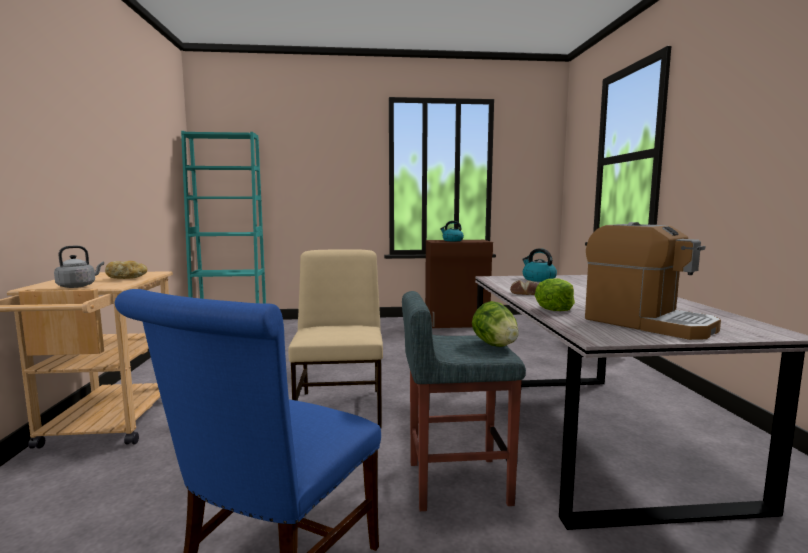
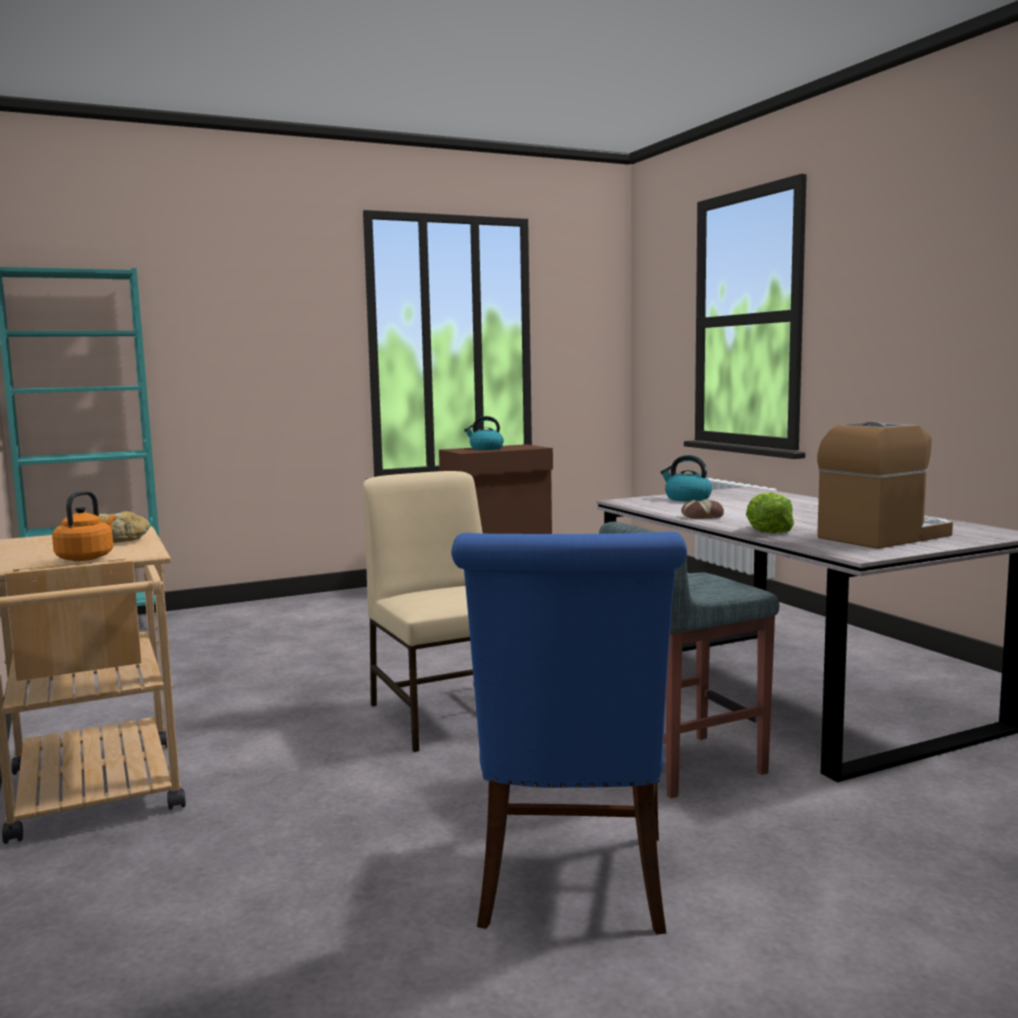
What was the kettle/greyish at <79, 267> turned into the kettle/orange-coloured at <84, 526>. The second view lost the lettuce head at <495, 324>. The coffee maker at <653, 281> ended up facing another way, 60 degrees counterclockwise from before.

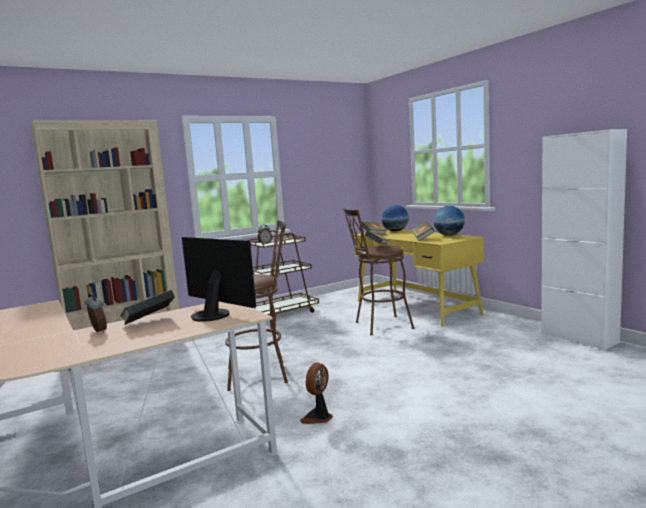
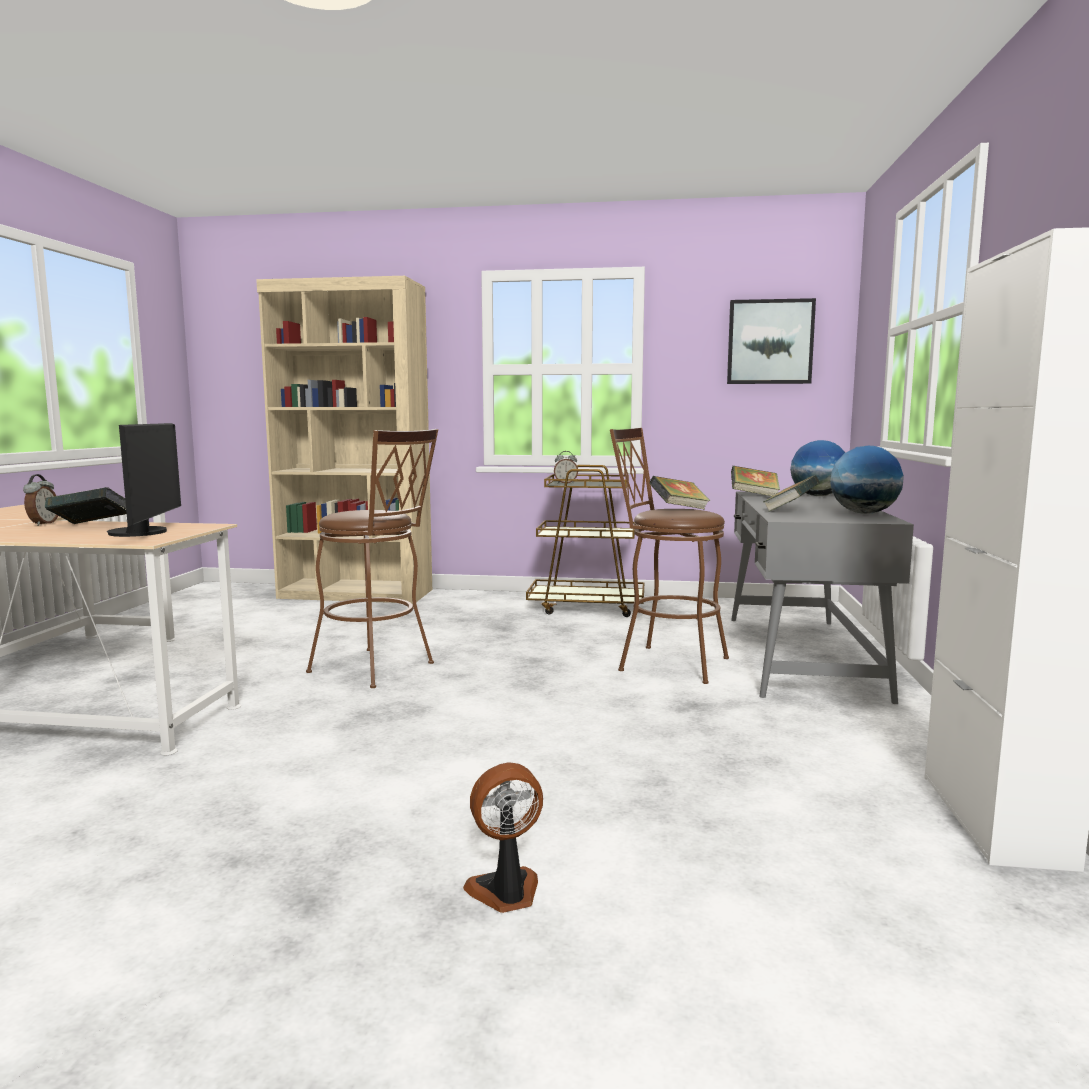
The fan ended up elsewhere, having gone from <316, 393> to <503, 838>. What was the desk unit/yellow-coloured at <419, 278> turned into the desk unit/greyish at <822, 597>. The second view gained the picture at <771, 341>.

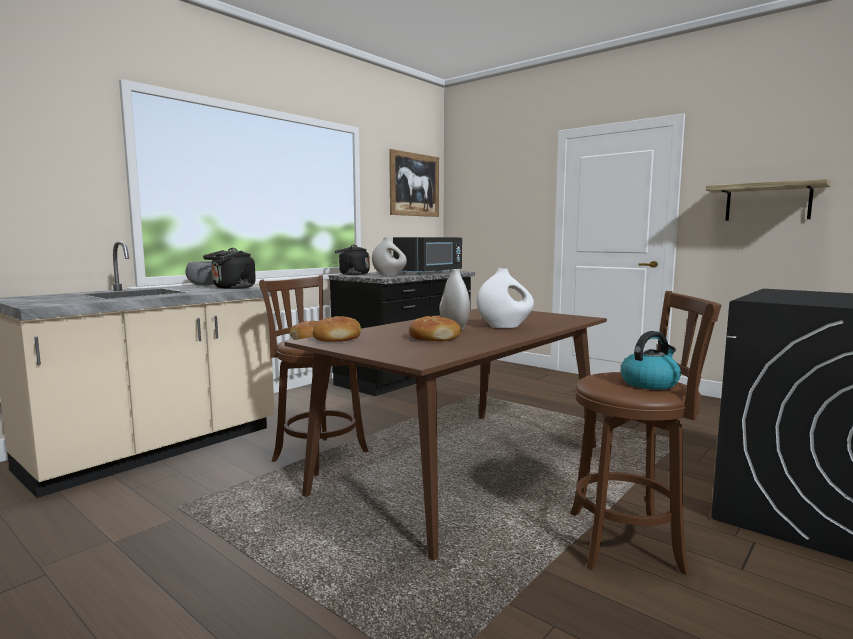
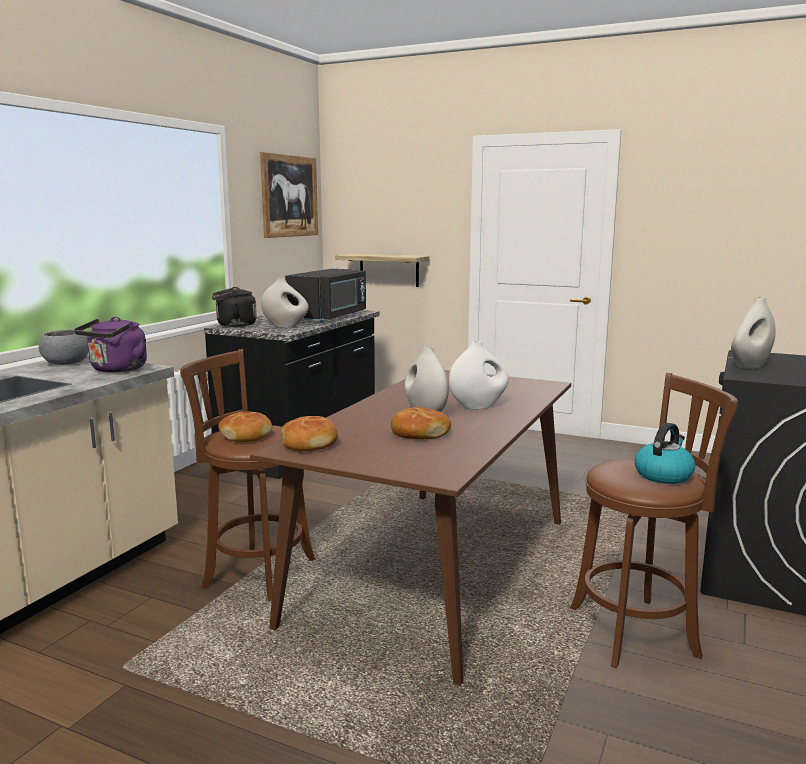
What was the kettle/black-coloured at <229, 268> turned into the kettle/purplish at <110, 345>. The shelf ended up elsewhere, having gone from <768, 200> to <382, 270>. The second view gained the flower vase/white-coloured at <753, 333>.

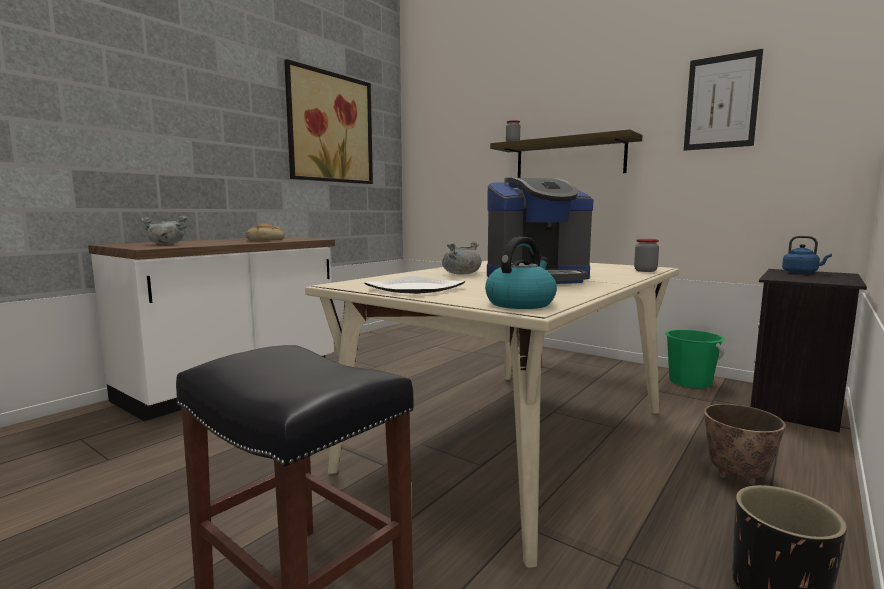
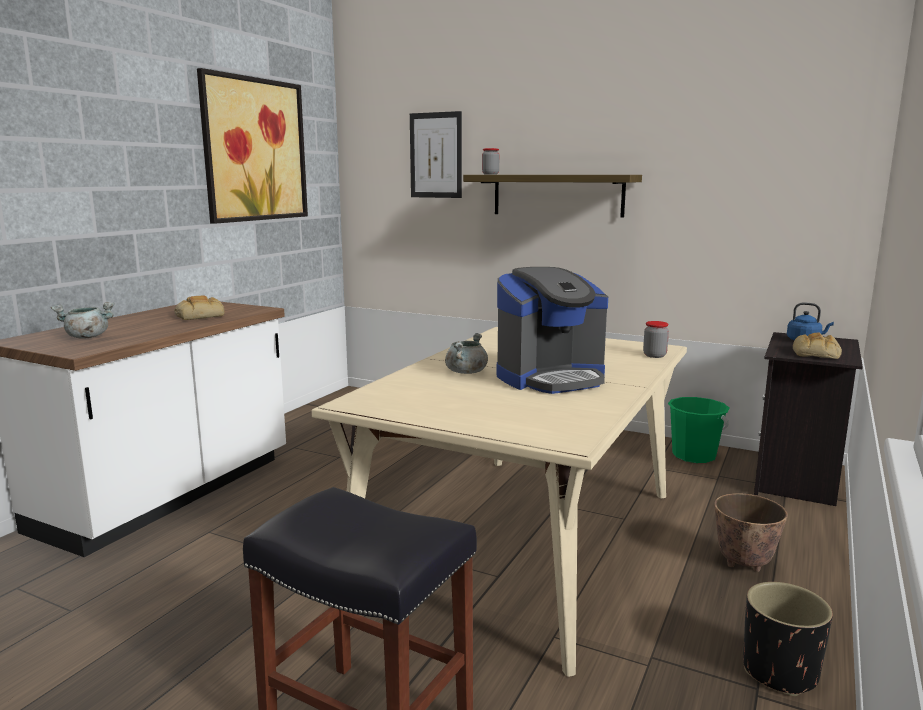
The second view lost the dinner plate at <414, 284>. The second view lost the kettle at <521, 273>. The picture ended up elsewhere, having gone from <723, 100> to <436, 154>. The second view gained the bread at <817, 346>.

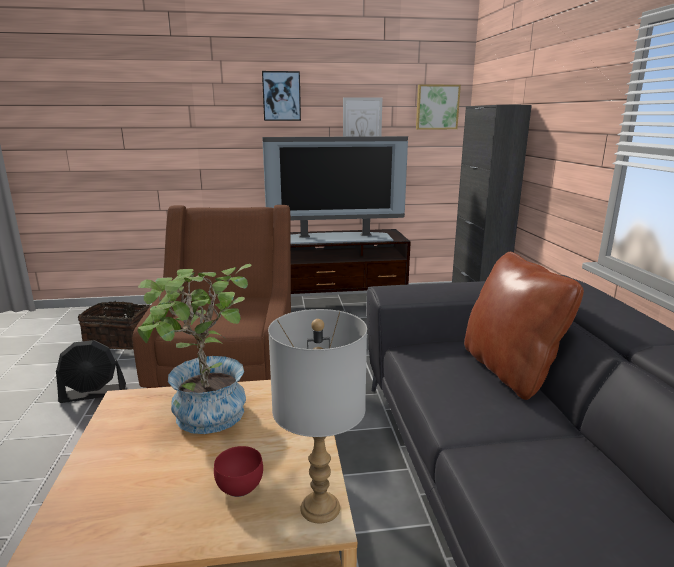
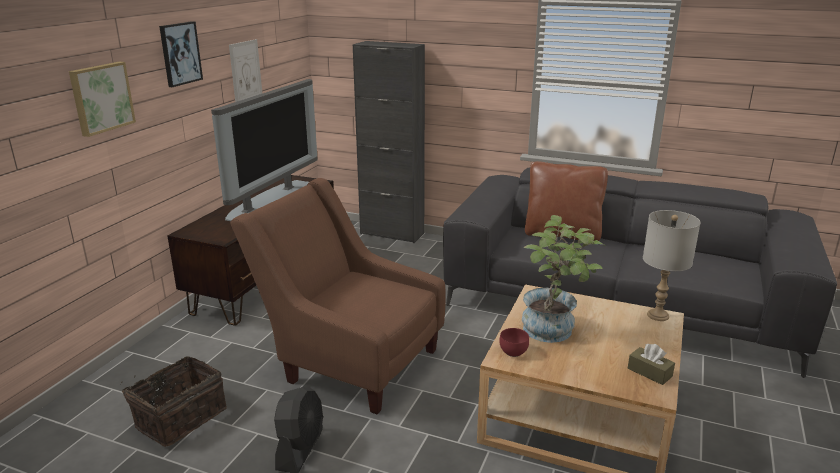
The deep dish/red ended up elsewhere, having gone from <238, 471> to <514, 342>. The picture ended up elsewhere, having gone from <438, 106> to <102, 99>. The second view gained the box of tissues/brown-coloured at <651, 364>.

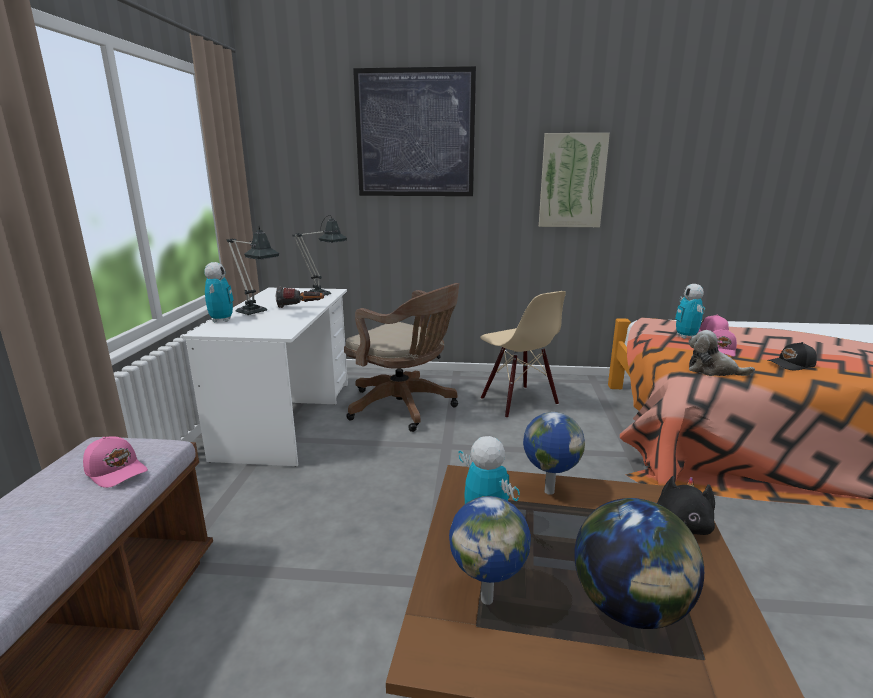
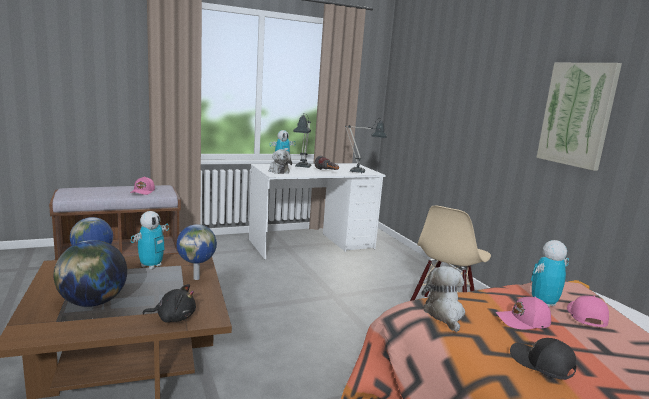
The second view lost the desk chair/brown-coloured at <402, 357>. The second view lost the picture at <414, 131>. The second view gained the plush toy at <280, 161>.

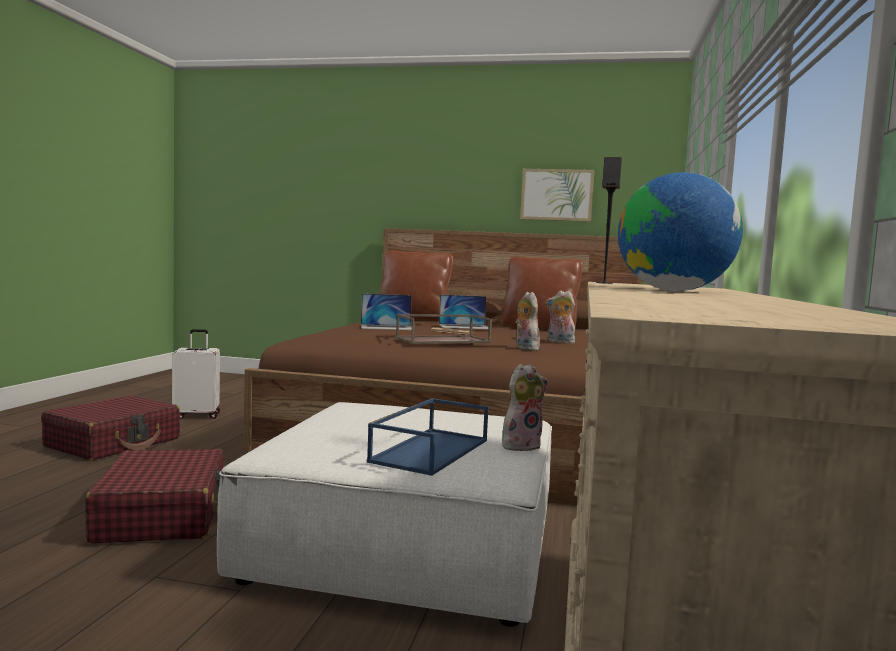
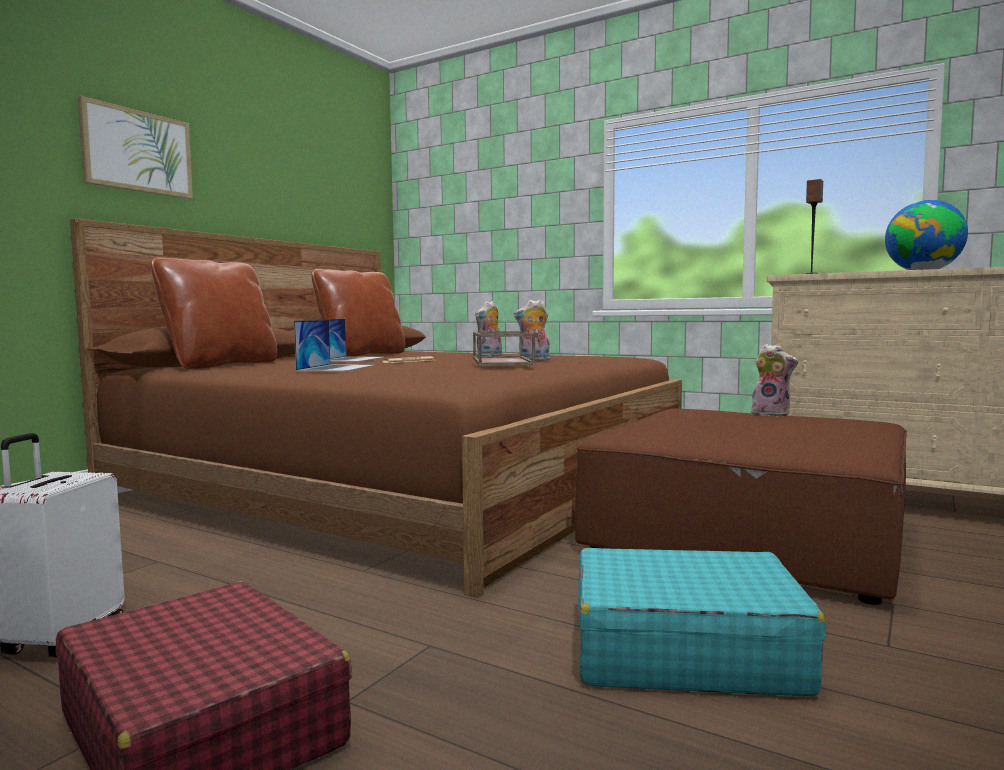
What was the piece of luggage/red at <154, 496> turned into the piece of luggage/turquoise-coloured at <702, 622>. What was the footrest/white-coloured at <384, 514> turned into the footrest/brown-coloured at <741, 507>. The second view lost the carrying tray/bluish at <427, 437>. The plush toy at <525, 407> ended up facing another way, 135 degrees clockwise from before. The picture ended up elsewhere, having gone from <557, 195> to <135, 147>.

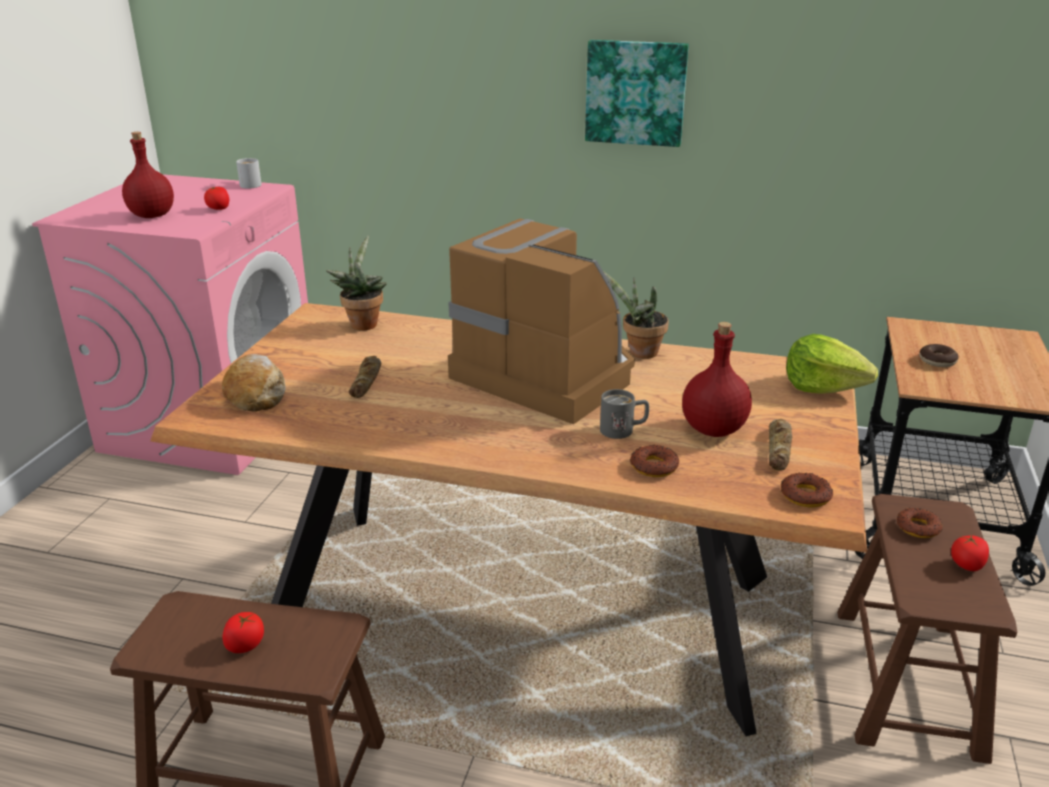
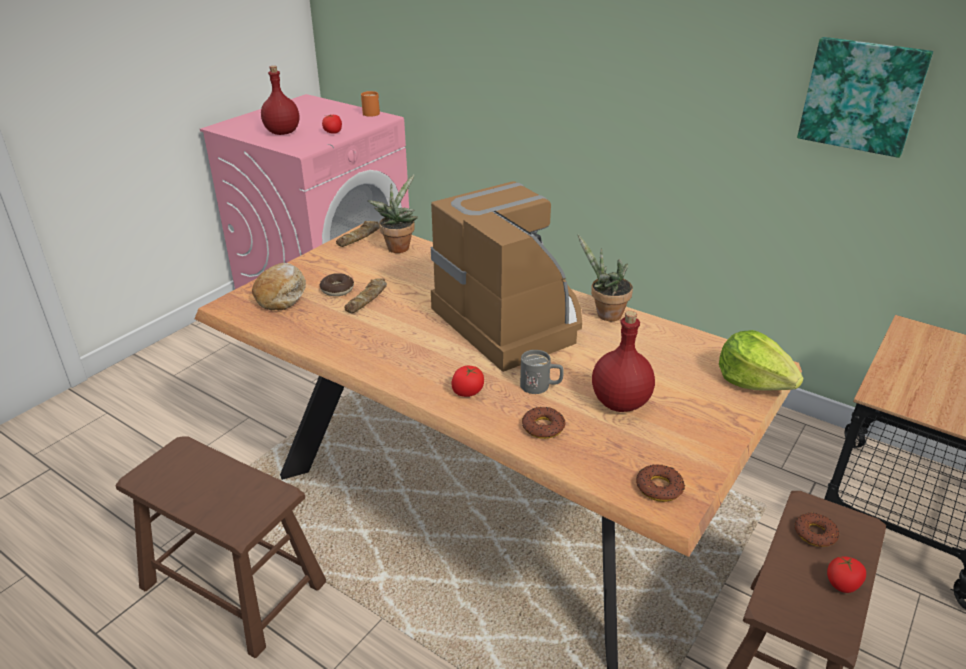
The whole tomato ended up elsewhere, having gone from <243, 632> to <468, 381>. What was the mug/white-coloured at <249, 173> turned into the mug/orange-coloured at <370, 104>. The picture ended up elsewhere, having gone from <637, 93> to <865, 97>. The bread ended up elsewhere, having gone from <780, 445> to <357, 234>. The ring doughnut ended up elsewhere, having gone from <939, 355> to <337, 284>.

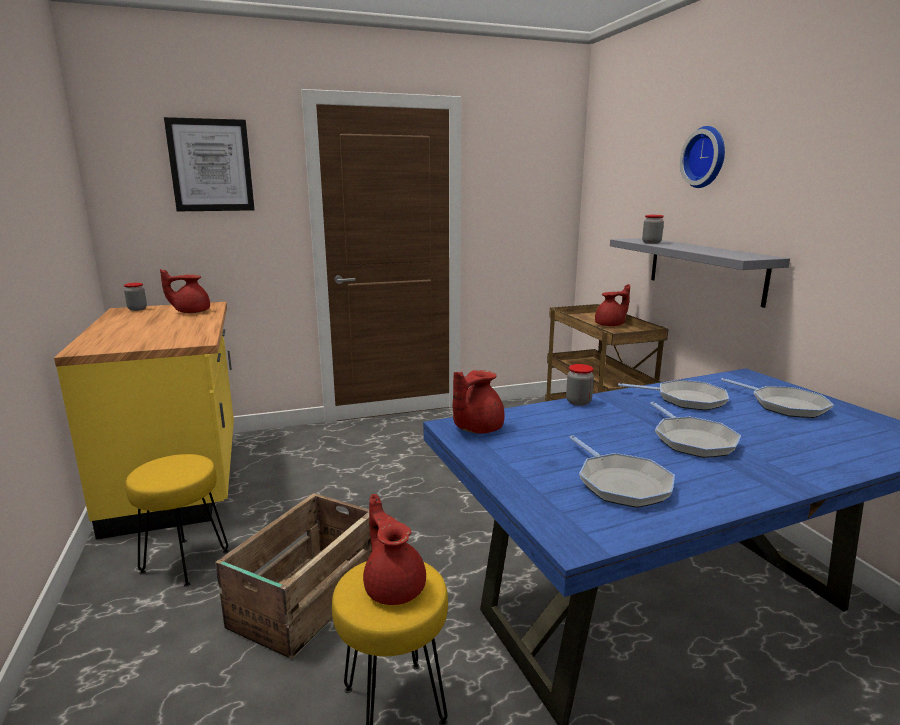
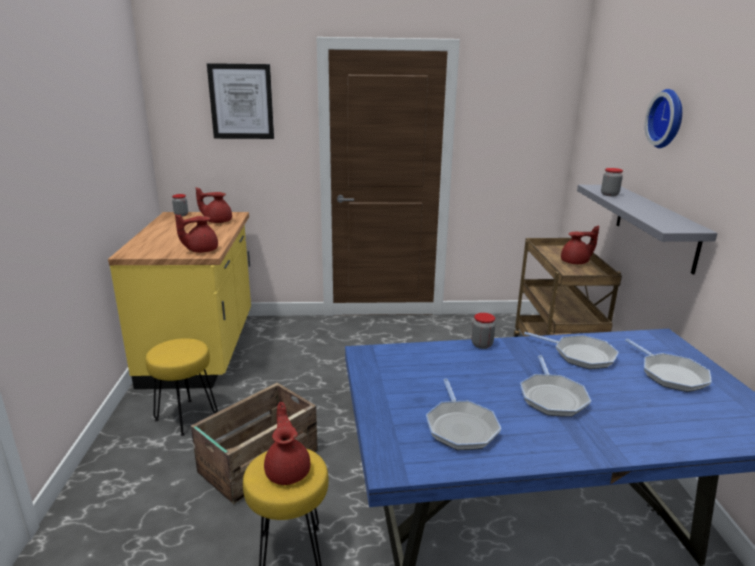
The tea pot/red ended up elsewhere, having gone from <479, 402> to <196, 233>.

